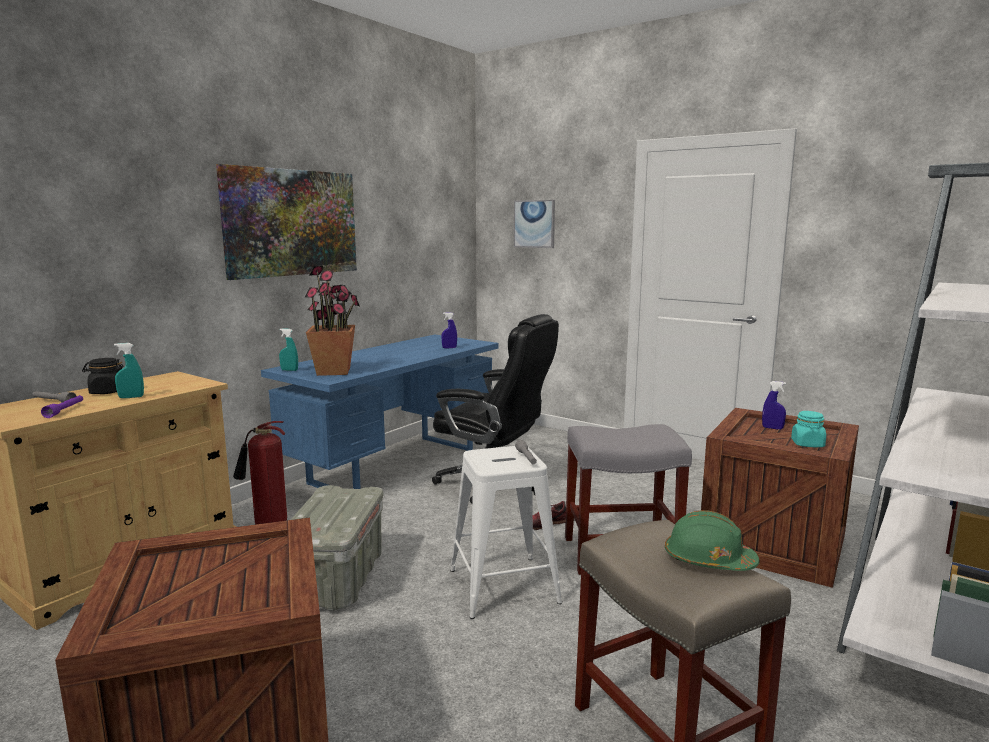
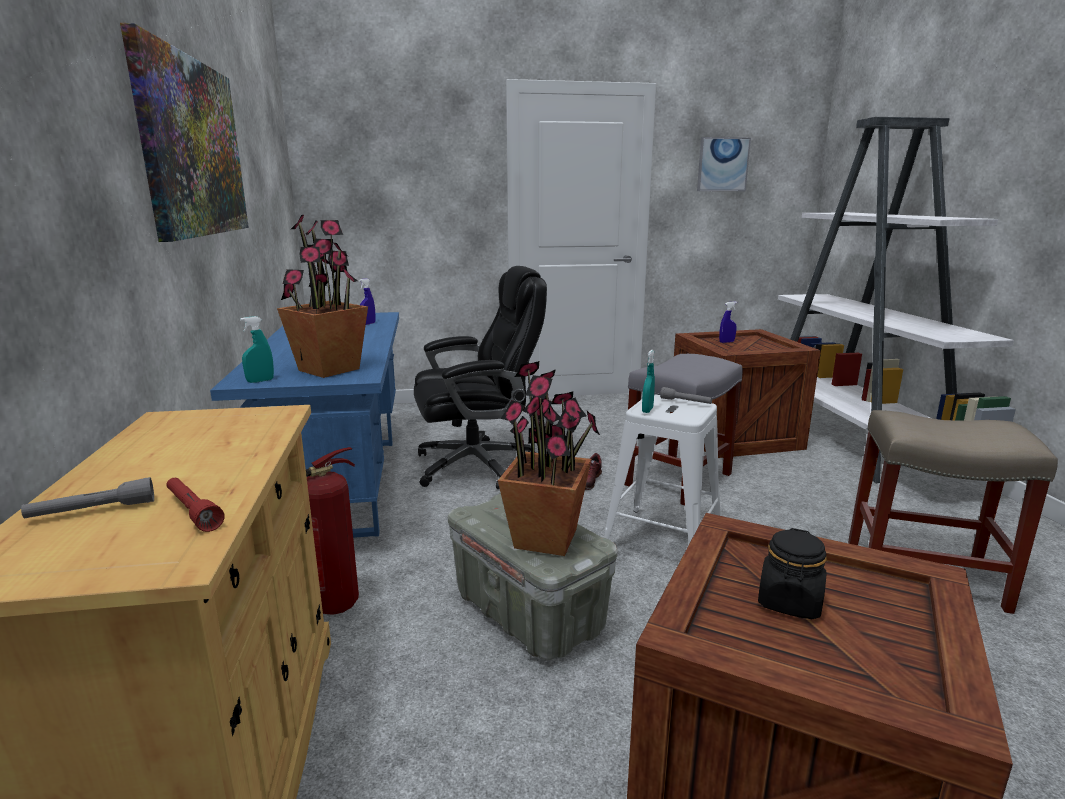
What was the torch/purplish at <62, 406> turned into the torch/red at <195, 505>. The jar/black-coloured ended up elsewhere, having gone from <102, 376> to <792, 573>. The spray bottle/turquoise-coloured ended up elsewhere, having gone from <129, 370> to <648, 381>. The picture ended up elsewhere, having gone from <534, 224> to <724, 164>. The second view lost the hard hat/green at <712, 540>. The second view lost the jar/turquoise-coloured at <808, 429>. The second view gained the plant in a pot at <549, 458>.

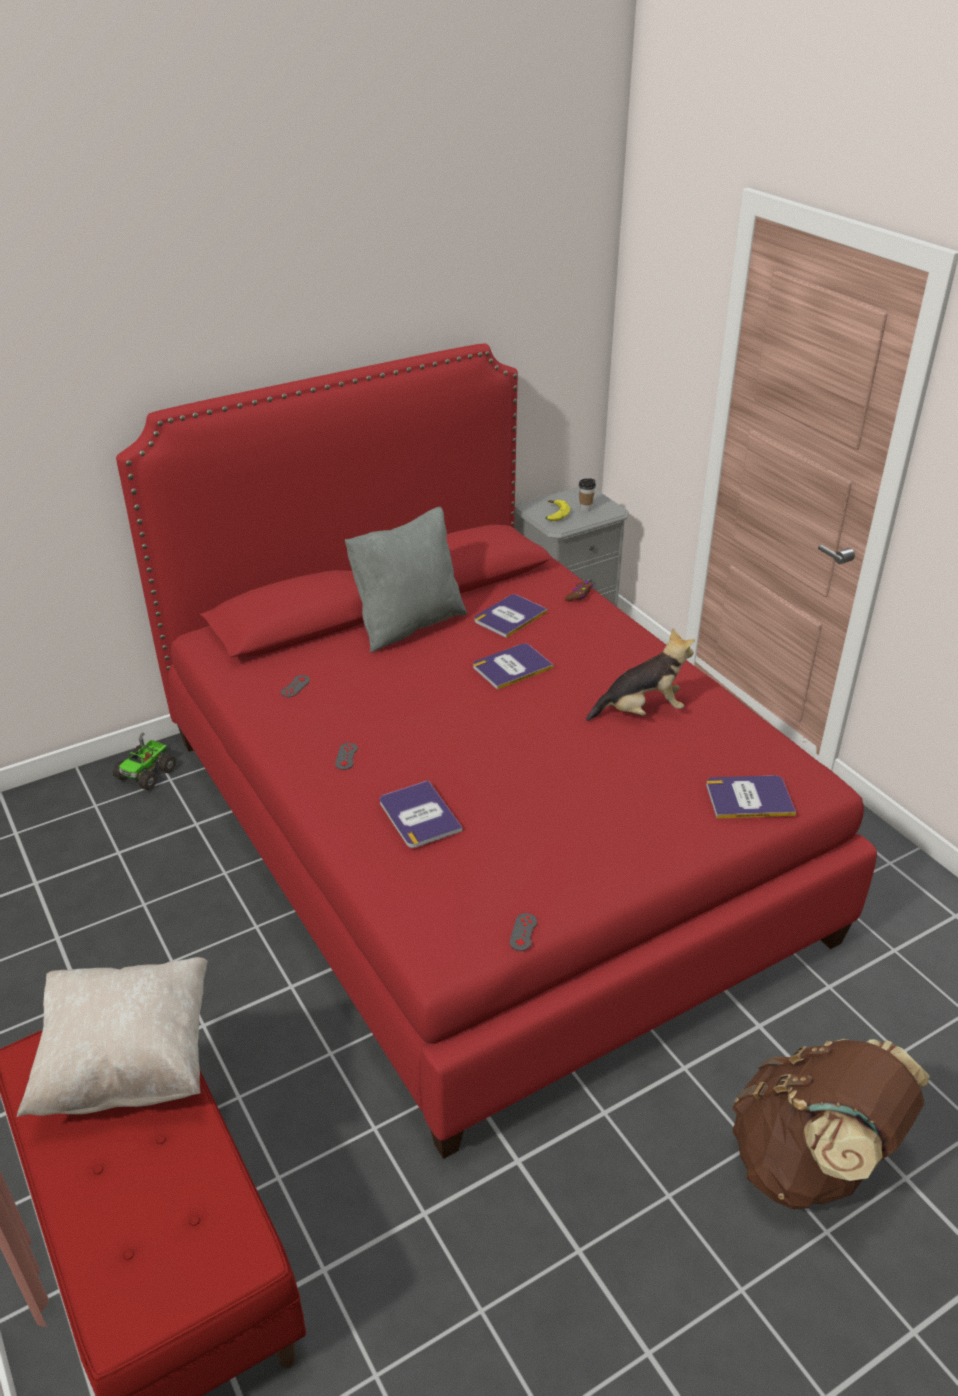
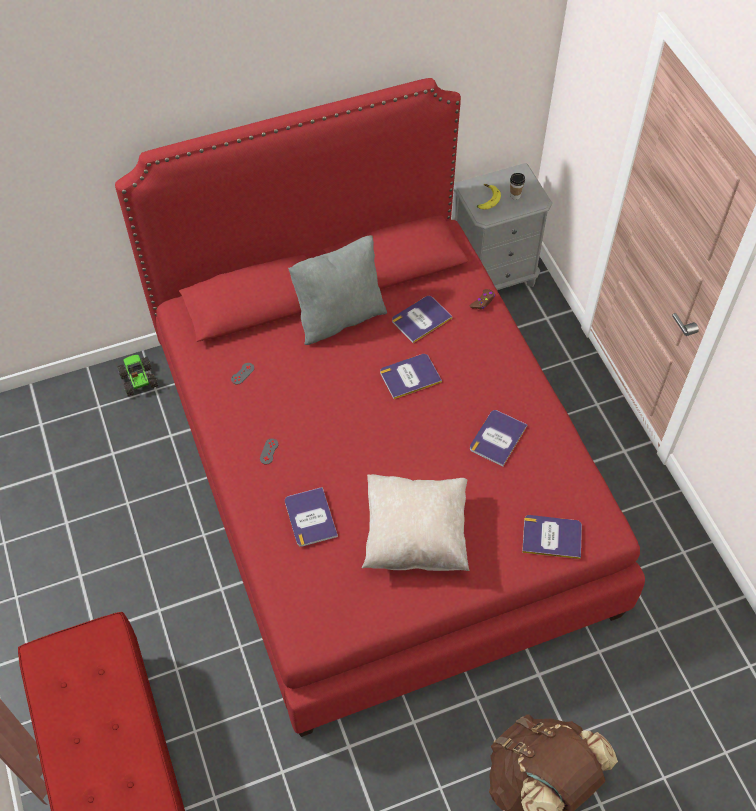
The throw pillow/sand-coloured ended up elsewhere, having gone from <112, 1037> to <416, 522>. The toy lorry at <144, 761> ended up facing another way, 120 degrees clockwise from before. The second view lost the gamepad/greyish at <523, 932>. Where the plush toy stood at <640, 674>, the book came to stand at <498, 438>.

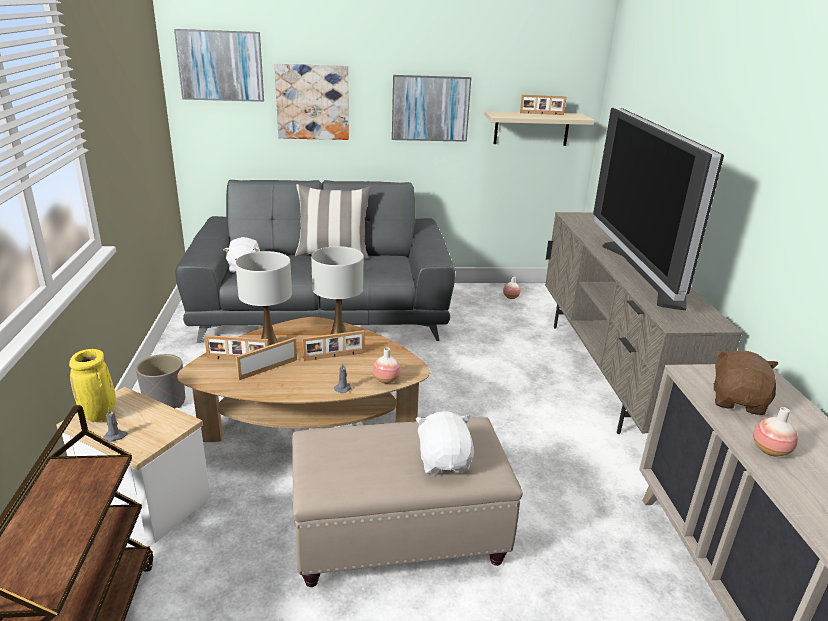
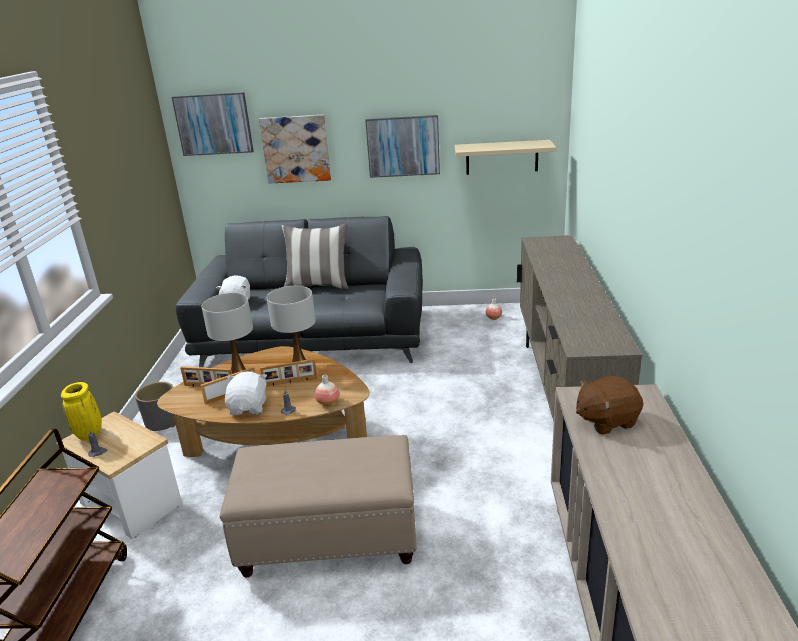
The plush toy/white-coloured ended up elsewhere, having gone from <444, 442> to <246, 393>. The second view lost the standing frame at <543, 105>. The second view lost the television at <658, 209>. The plush toy/brown-coloured at <746, 382> ended up facing another way, 135 degrees counterclockwise from before. The second view lost the flower vase at <775, 432>.

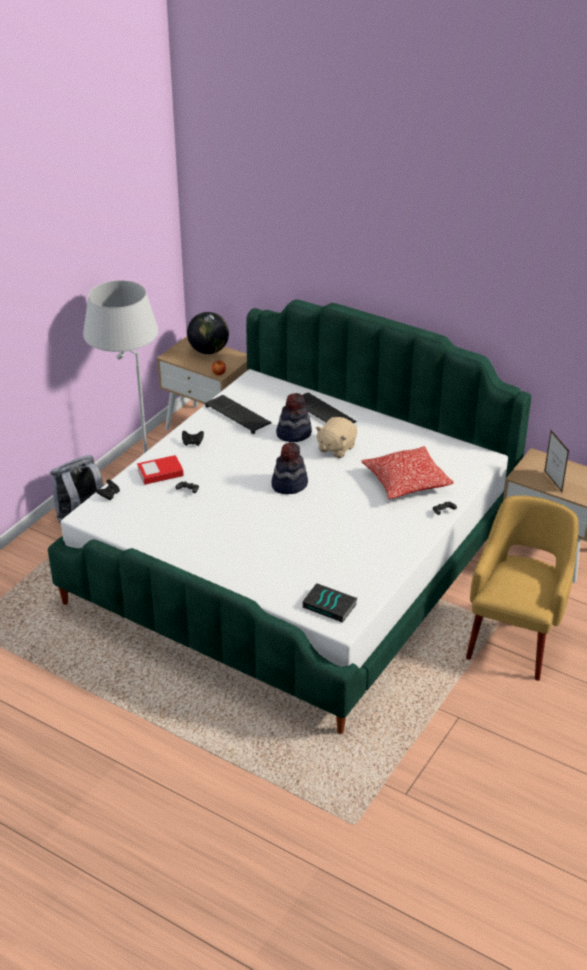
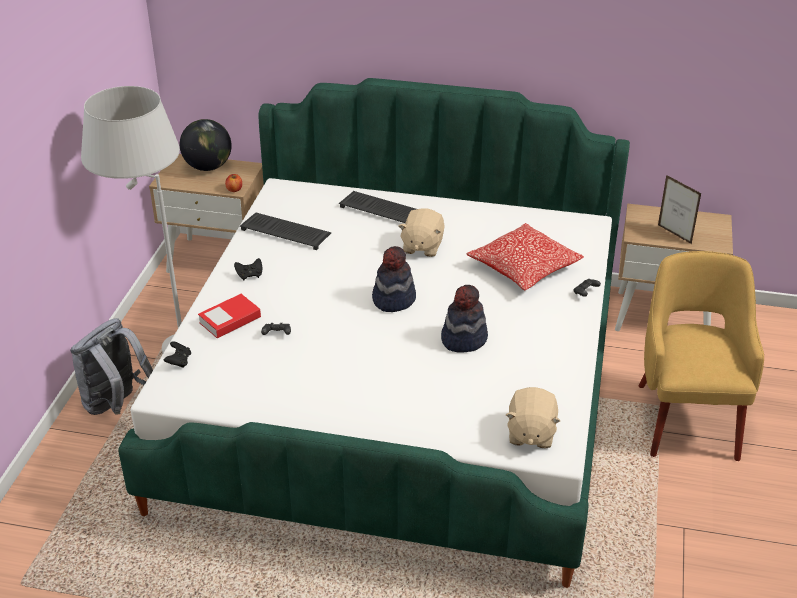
The wearable hat ended up elsewhere, having gone from <294, 417> to <464, 319>. Where the book stood at <330, 603>, the plush toy/sand-coloured came to stand at <533, 417>.

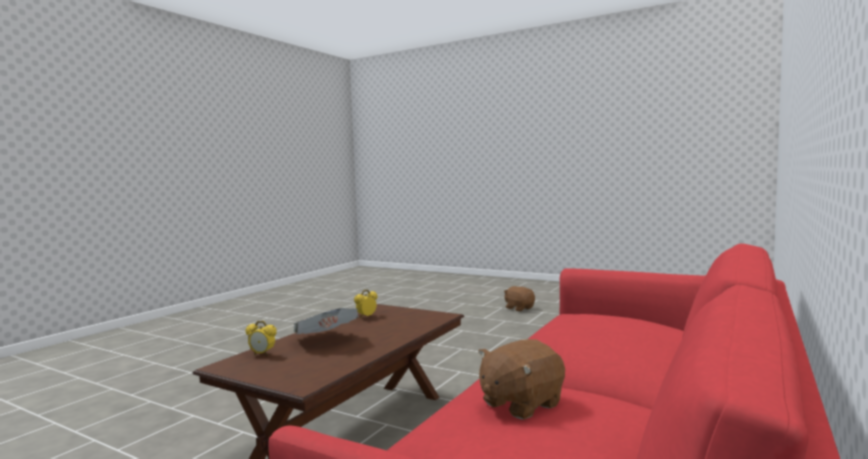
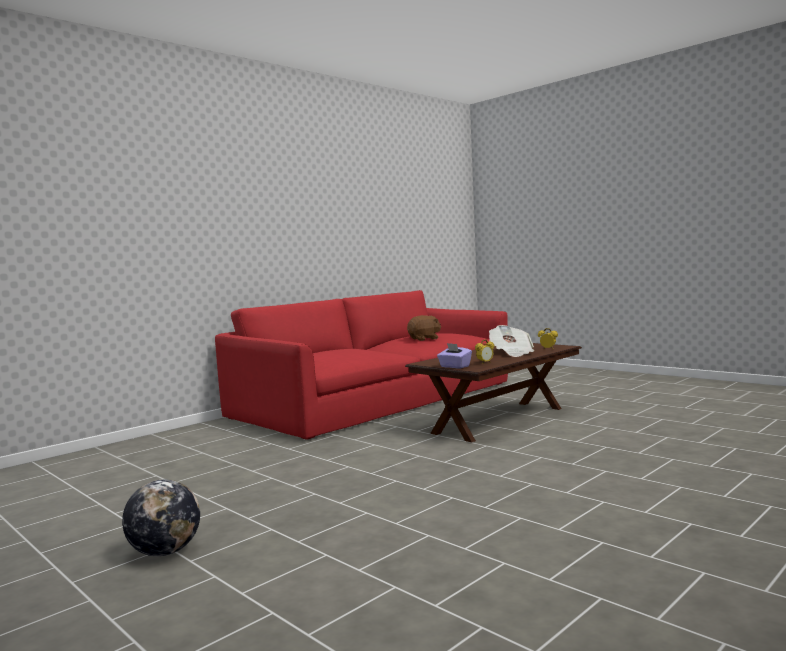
Where the plush toy/brown-coloured stood at <519, 298>, the world globe came to stand at <161, 517>. The second view gained the box of tissues/purplish at <454, 355>.

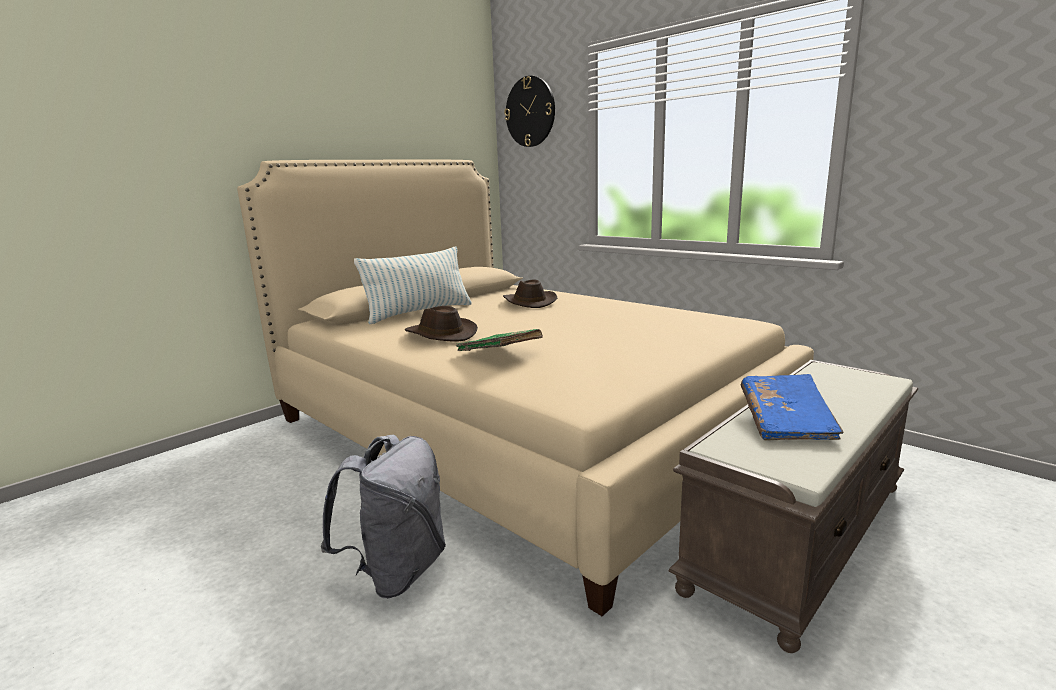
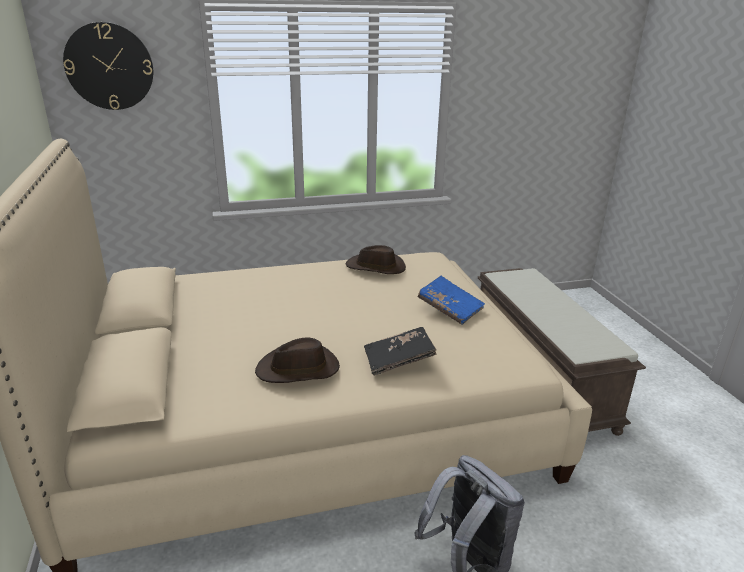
The second view lost the throw pillow at <413, 285>. What was the book/green at <499, 340> turned into the book/black-coloured at <400, 351>. The wearable hat/brown-coloured ended up elsewhere, having gone from <530, 293> to <376, 259>. The book/bluish ended up elsewhere, having gone from <792, 407> to <451, 300>.

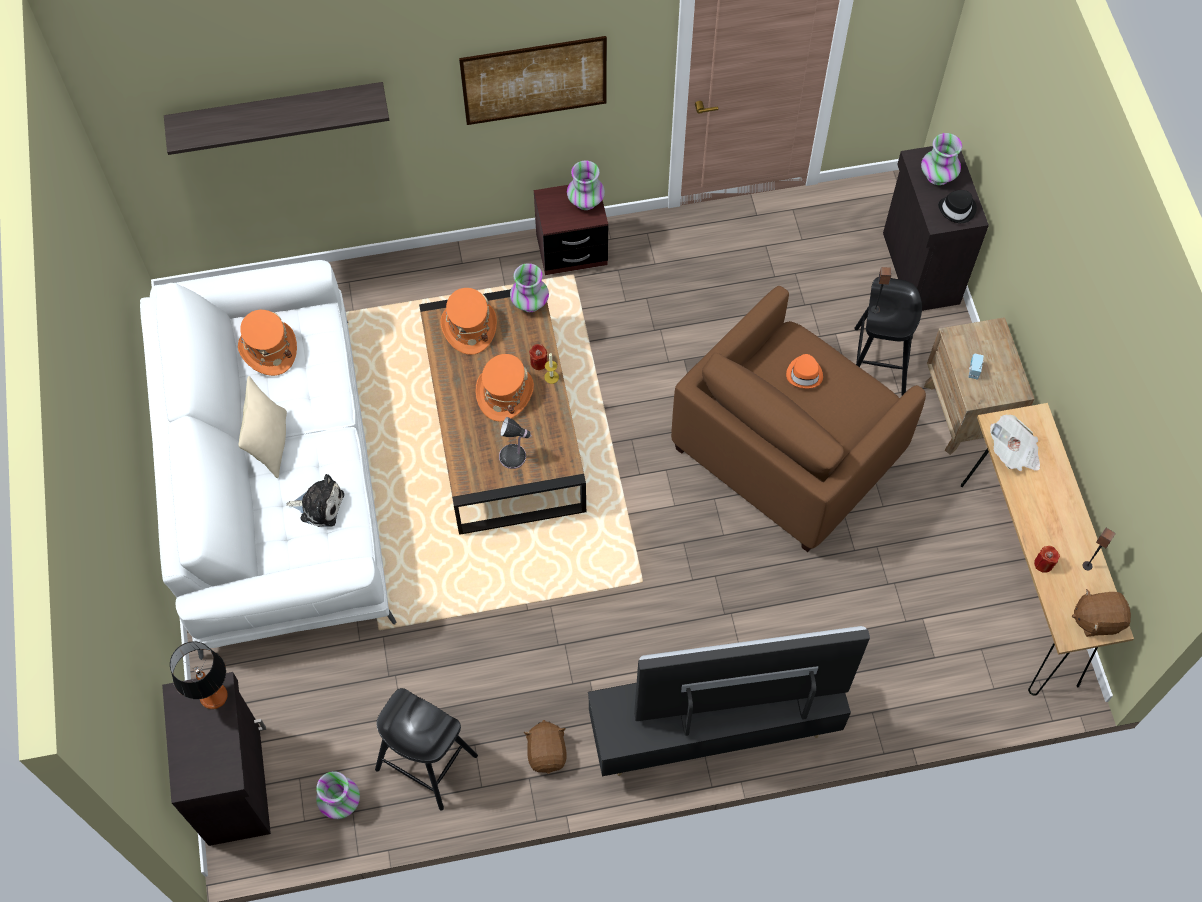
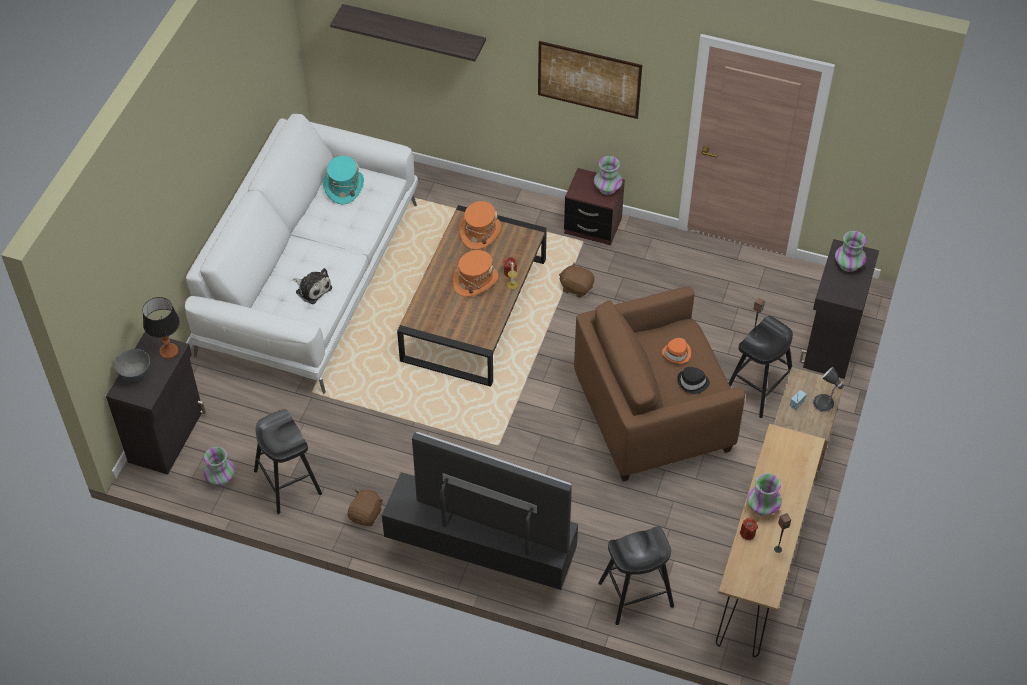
What was the wearable hat/orange-coloured at <267, 343> turned into the wearable hat/turquoise-coloured at <343, 180>. The second view lost the throw pillow/sand-coloured at <263, 427>. The lamp for a table ended up elsewhere, having gone from <515, 443> to <828, 389>. The flower vase ended up elsewhere, having gone from <529, 287> to <764, 494>. The wearable hat/black-coloured ended up elsewhere, having gone from <957, 206> to <693, 380>. The second view lost the daily paper at <1015, 443>. The plush toy/brown-coloured ended up elsewhere, having gone from <1101, 613> to <576, 280>. The second view gained the deep dish/greyish at <132, 365>. The second view gained the stool seat/black-coloured at <636, 575>.

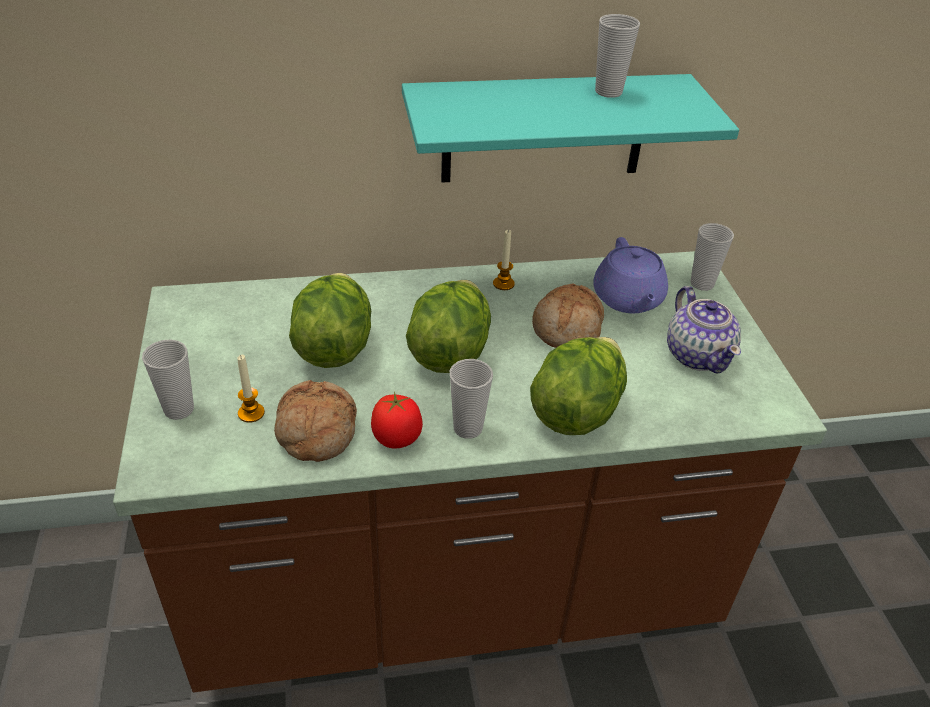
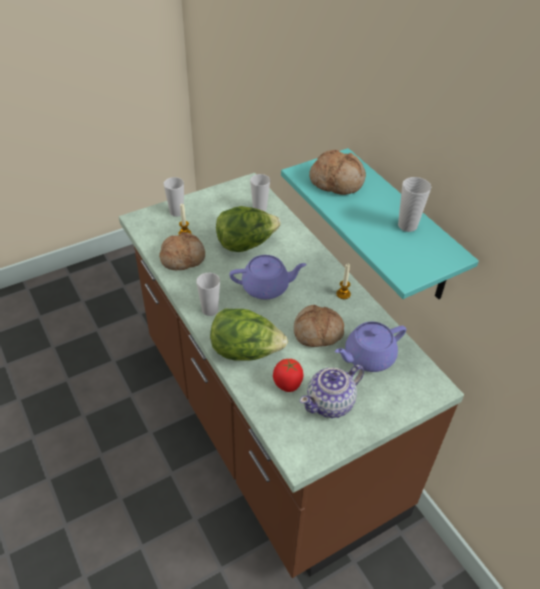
The whole tomato ended up elsewhere, having gone from <397, 420> to <288, 375>. Where the lettuce head stood at <448, 326>, the tea pot/purplish came to stand at <268, 277>. The cup ended up elsewhere, having gone from <712, 257> to <260, 193>. The second view gained the bread at <337, 172>.

